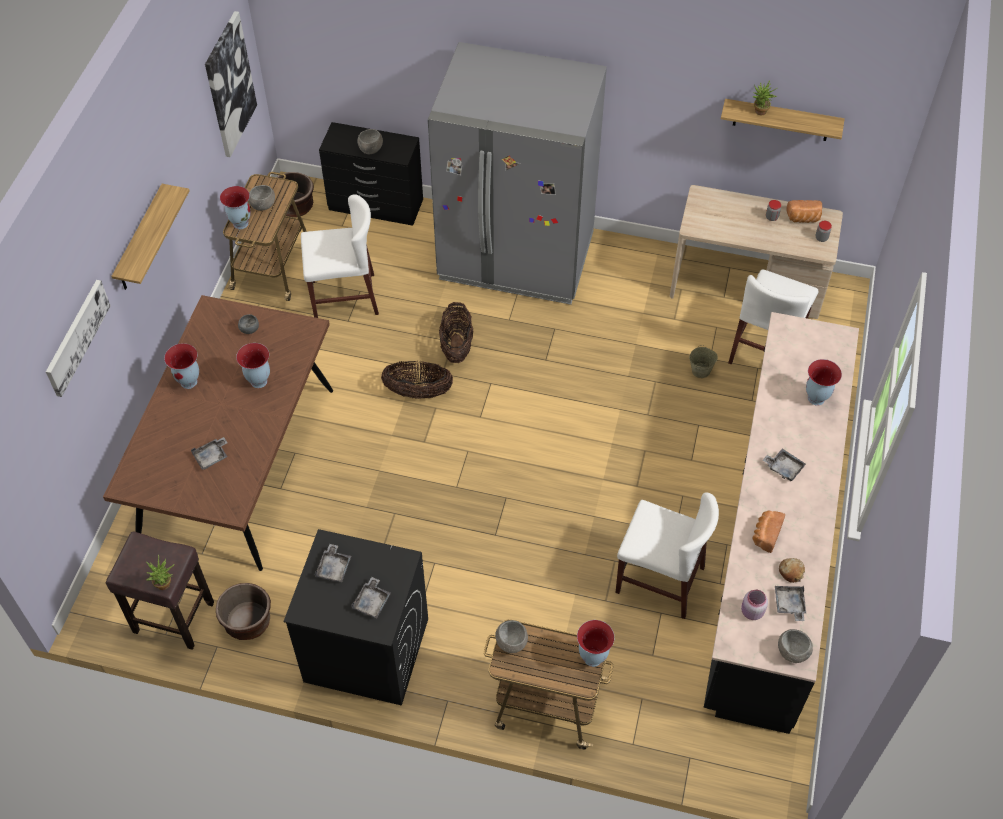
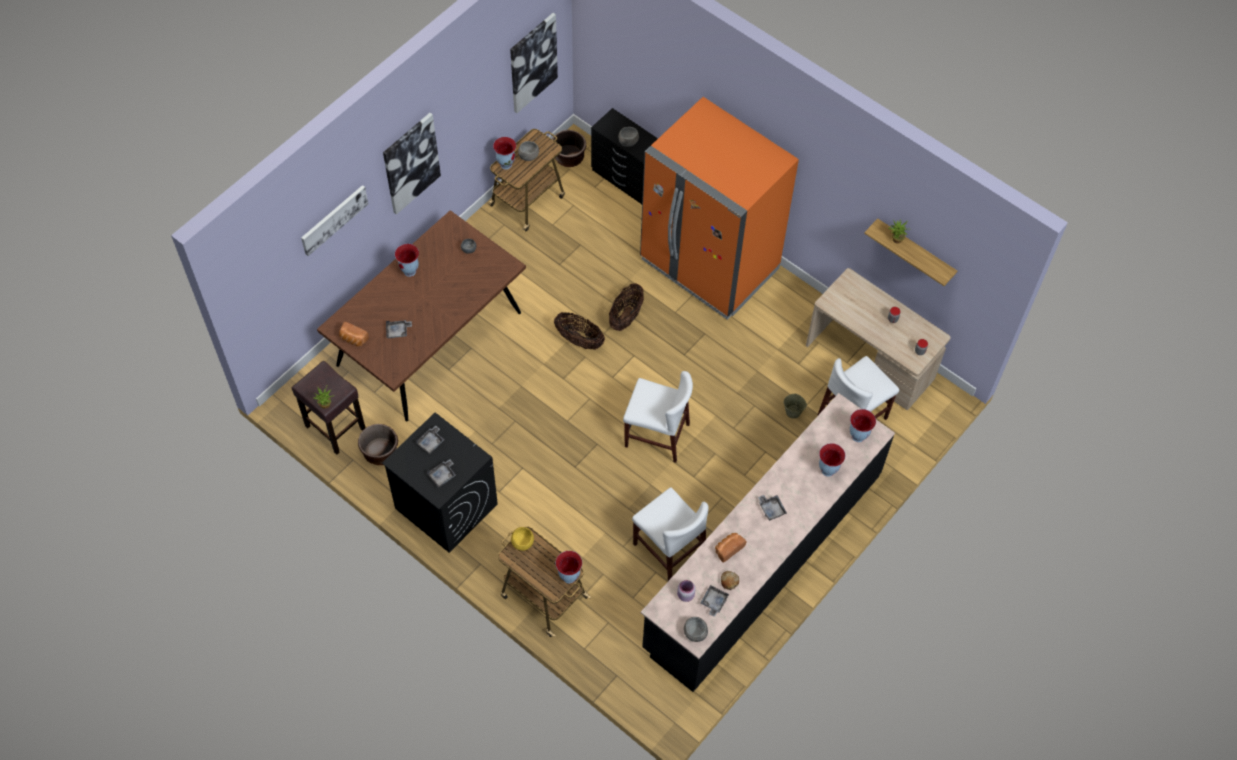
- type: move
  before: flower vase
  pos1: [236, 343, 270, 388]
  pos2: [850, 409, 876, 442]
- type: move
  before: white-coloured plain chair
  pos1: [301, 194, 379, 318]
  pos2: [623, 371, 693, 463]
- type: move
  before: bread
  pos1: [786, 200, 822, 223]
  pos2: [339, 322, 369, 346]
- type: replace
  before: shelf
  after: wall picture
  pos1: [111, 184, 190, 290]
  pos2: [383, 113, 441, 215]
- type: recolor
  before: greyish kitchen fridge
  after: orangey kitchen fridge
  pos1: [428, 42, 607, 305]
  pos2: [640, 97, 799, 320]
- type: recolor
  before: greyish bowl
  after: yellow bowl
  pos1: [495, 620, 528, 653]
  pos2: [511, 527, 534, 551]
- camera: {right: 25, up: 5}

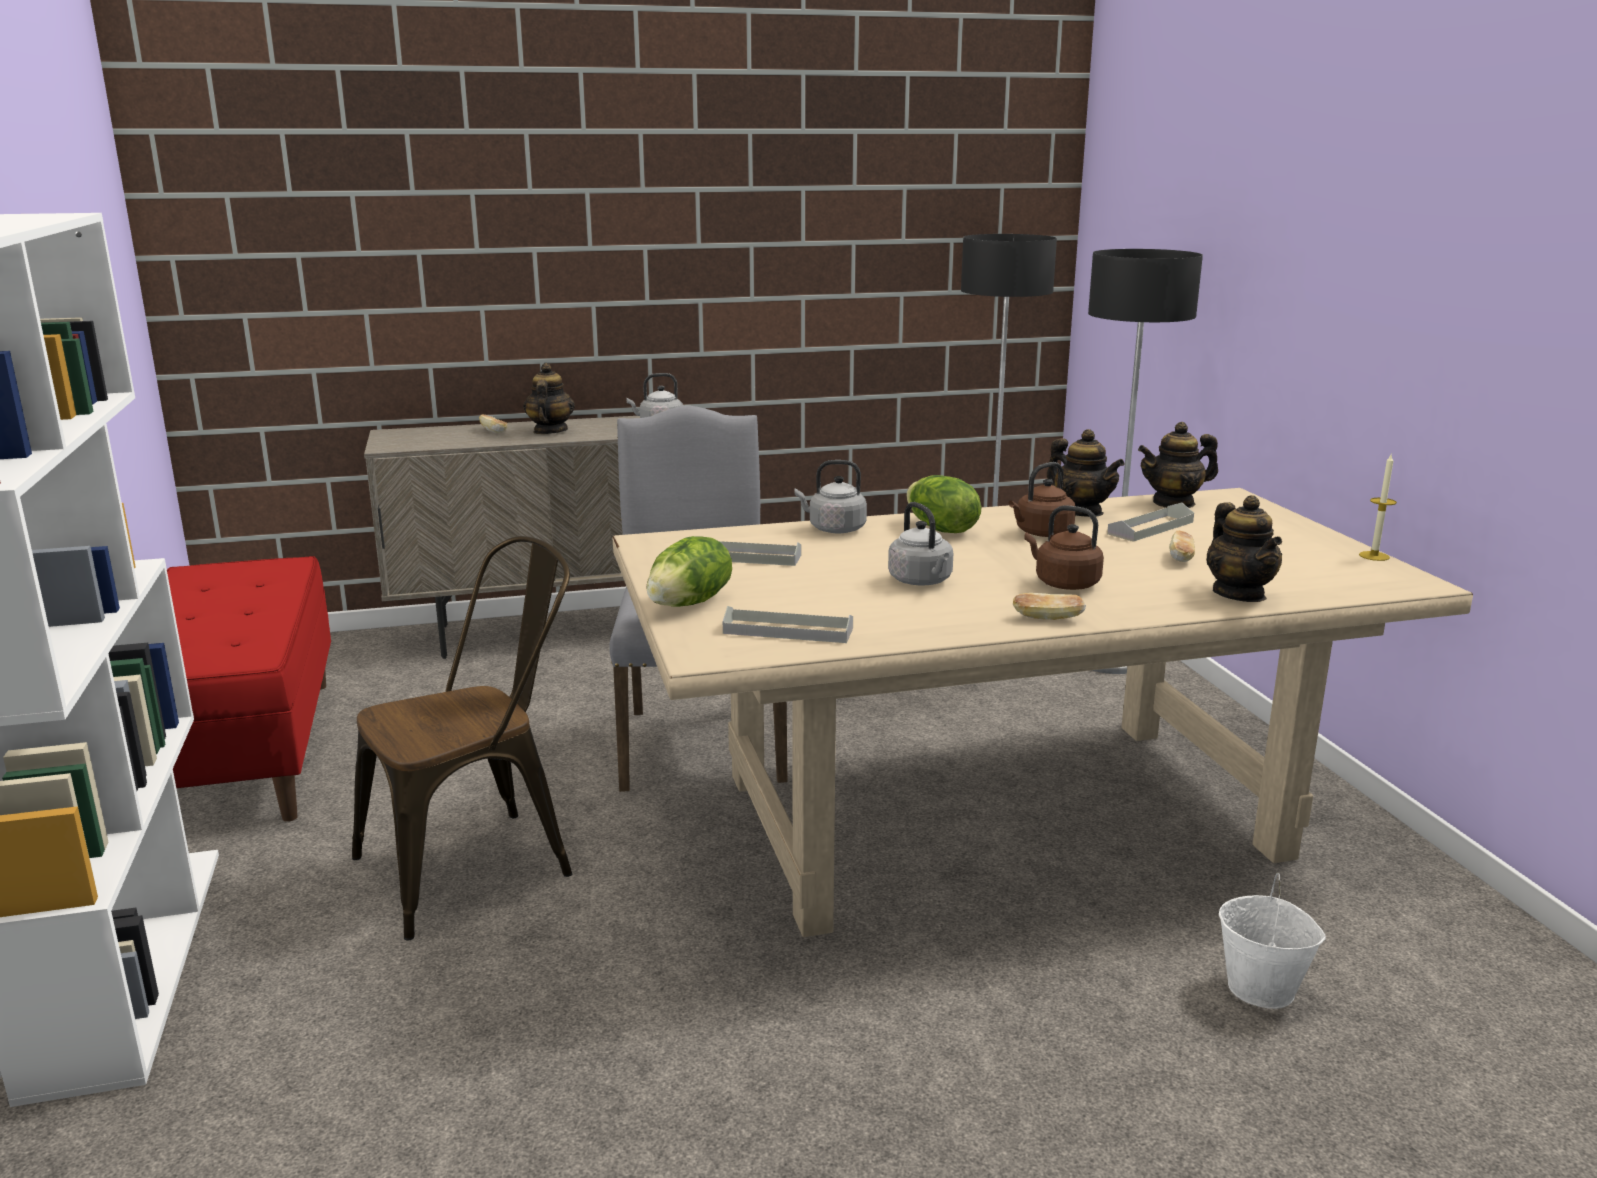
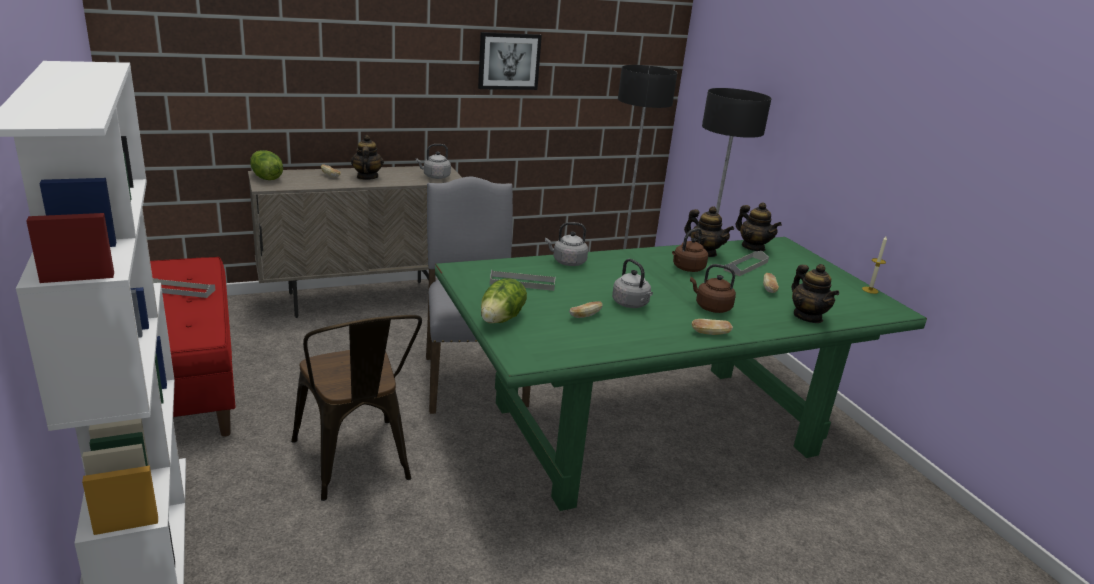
- type: delete
  before: white-coloured pail
  pos1: [1219, 873, 1326, 1009]
- type: insert
  after: wall picture
  pos2: [478, 32, 542, 90]
- type: insert
  after: bread
  pos2: [569, 301, 603, 318]
- type: move
  before: greyish tray
  pos1: [723, 606, 853, 643]
  pos2: [153, 278, 215, 298]
- type: move
  before: head of lettuce
  pos1: [906, 475, 981, 533]
  pos2: [250, 150, 283, 180]
- type: recolor
  before: beige-coloured kitchen table
  after: greenish kitchen table
  pos1: [613, 488, 1473, 937]
  pos2: [435, 237, 927, 511]
- type: rotate
  before: brown-coloured plain chair
  pos1: [352, 536, 572, 941]
  pos2: [291, 315, 422, 501]
  turn: 105
- type: rotate
  before: tea pot
  pos1: [1138, 422, 1218, 508]
  pos2: [736, 202, 782, 251]
  turn: -105
- camera: {right: -10, up: 5}

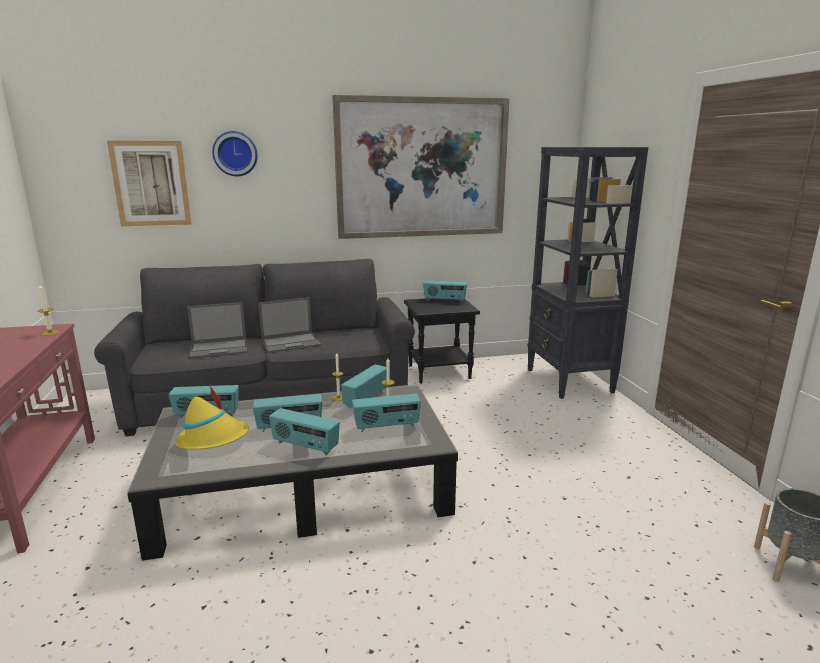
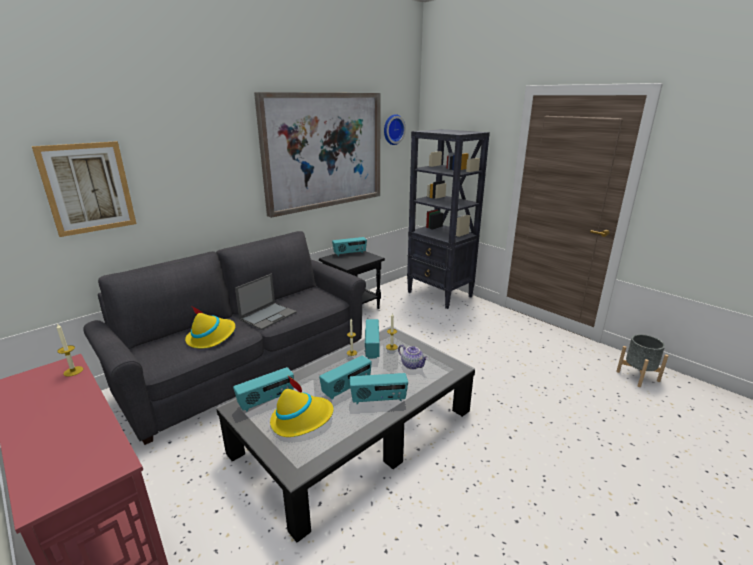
- type: move
  before: wall clock
  pos1: [212, 131, 258, 176]
  pos2: [384, 114, 406, 145]
- type: replace
  before: notebook computer
  after: yellow wearable hat
  pos1: [187, 302, 247, 358]
  pos2: [185, 306, 236, 348]
- type: replace
  before: radio
  after: tea pot
  pos1: [352, 394, 421, 432]
  pos2: [398, 345, 428, 370]
- camera: {right: -30, up: 5}

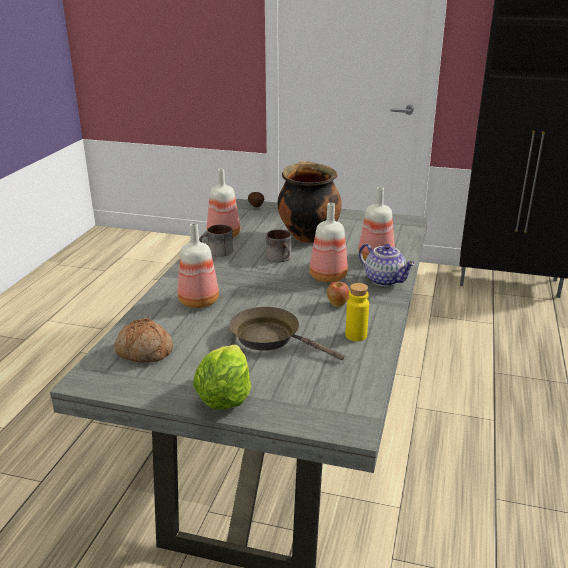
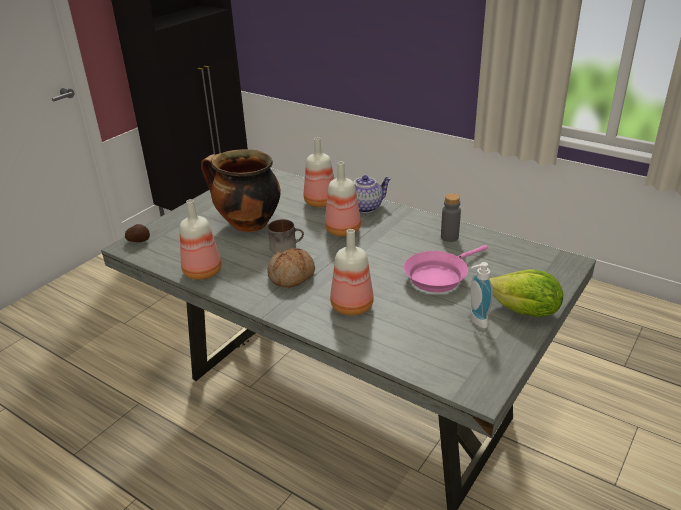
- type: delete
  before: coffee mug
  pos1: [199, 225, 233, 257]
- type: delete
  before: apple
  pos1: [327, 282, 350, 307]
- type: insert
  after: liquid soap bottle
  pos2: [469, 262, 493, 328]
- type: move
  before: bread
  pos1: [114, 318, 173, 363]
  pos2: [267, 248, 315, 288]
- type: recolor
  before: brown-coloured pan
  after: pink pan
  pos1: [230, 307, 345, 360]
  pos2: [404, 245, 488, 292]
- type: recolor
  before: yellow drink bottle
  after: greyish drink bottle
  pos1: [346, 283, 369, 341]
  pos2: [441, 193, 461, 242]
- camera: {right: -70, up: 5}

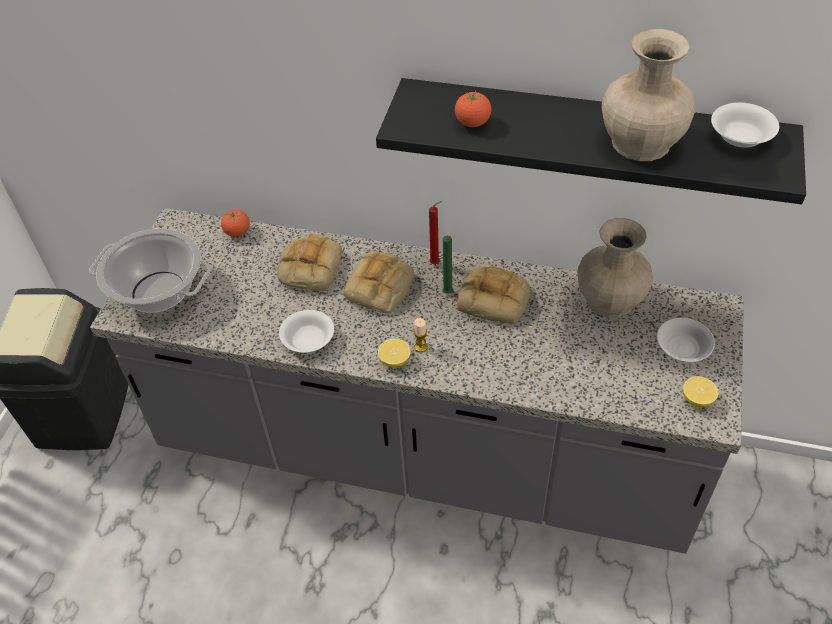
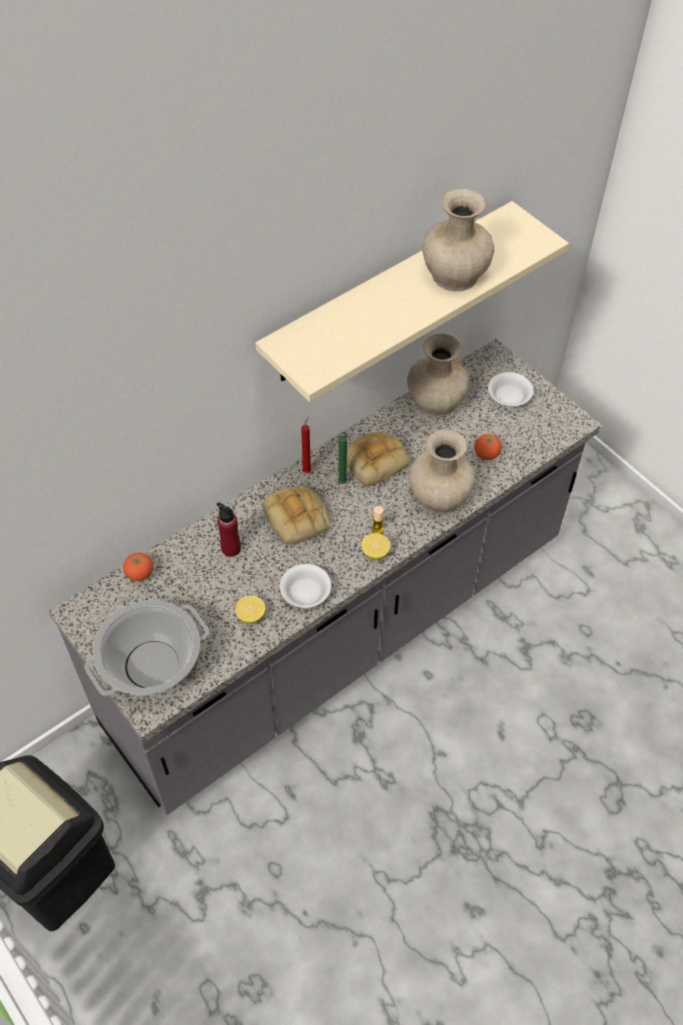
- type: delete
  before: white-coloured bowl
  pos1: [711, 103, 779, 148]
- type: insert
  after: beige-coloured flower vase
  pos2: [409, 429, 475, 515]
- type: move
  before: whole tomato
  pos1: [455, 91, 491, 127]
  pos2: [474, 434, 502, 460]
- type: move
  before: whole lemon
  pos1: [683, 376, 719, 407]
  pos2: [235, 596, 265, 624]
- type: replace
  before: bread
  after: red-coloured drink bottle
  pos1: [277, 234, 342, 291]
  pos2: [217, 502, 241, 557]
- type: recolor
  before: black shelf
  after: beige-coloured shelf
  pos1: [376, 78, 806, 204]
  pos2: [256, 201, 569, 402]
- camera: {right: -55, up: 5}

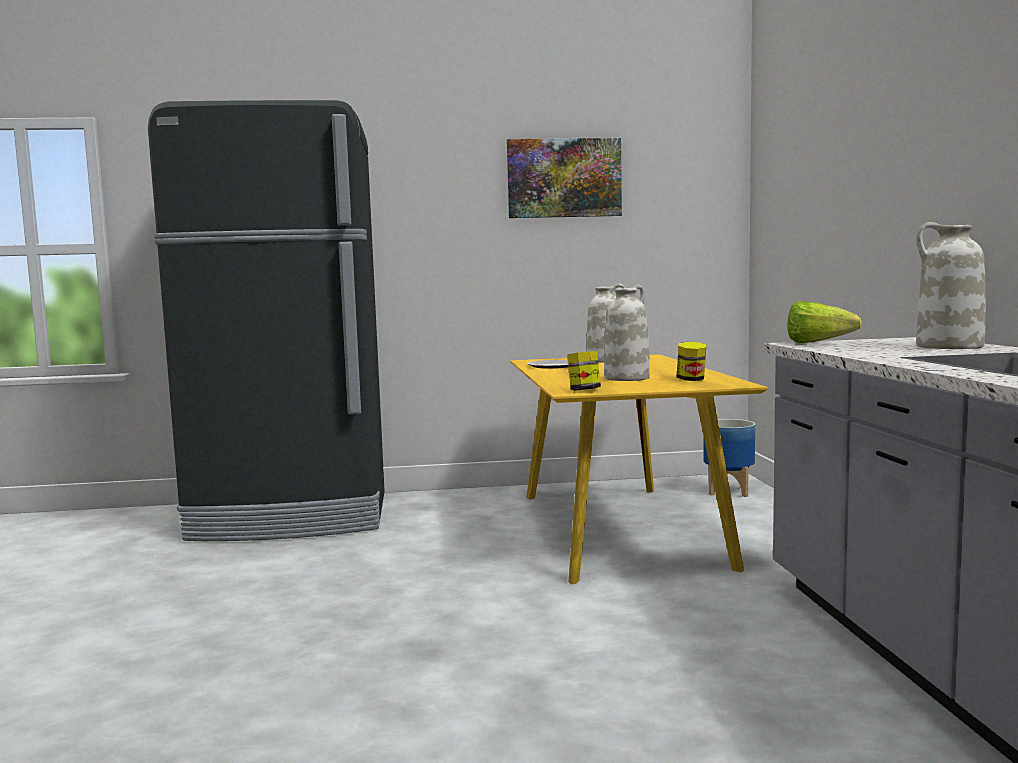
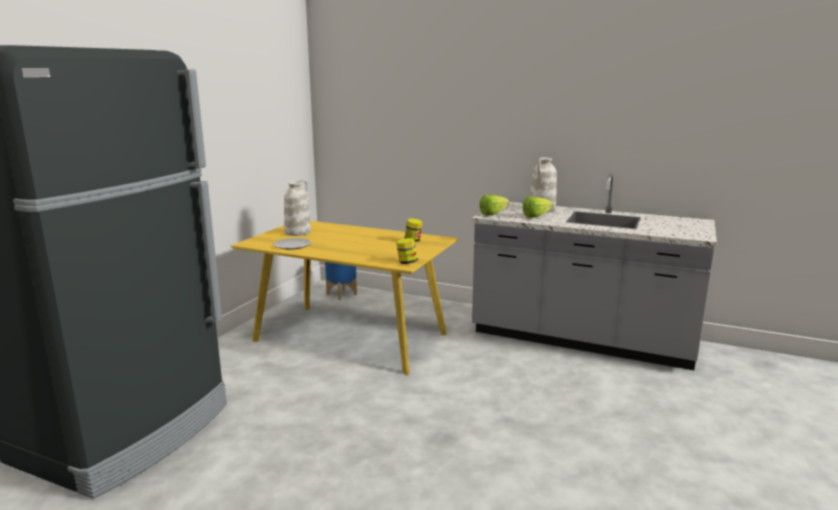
- type: delete
  before: wall picture
  pos1: [507, 138, 622, 218]
- type: delete
  before: white-coloured flower vase
  pos1: [604, 285, 650, 381]
- type: insert
  after: head of lettuce
  pos2: [522, 197, 553, 218]
- camera: {right: -60, up: 10}

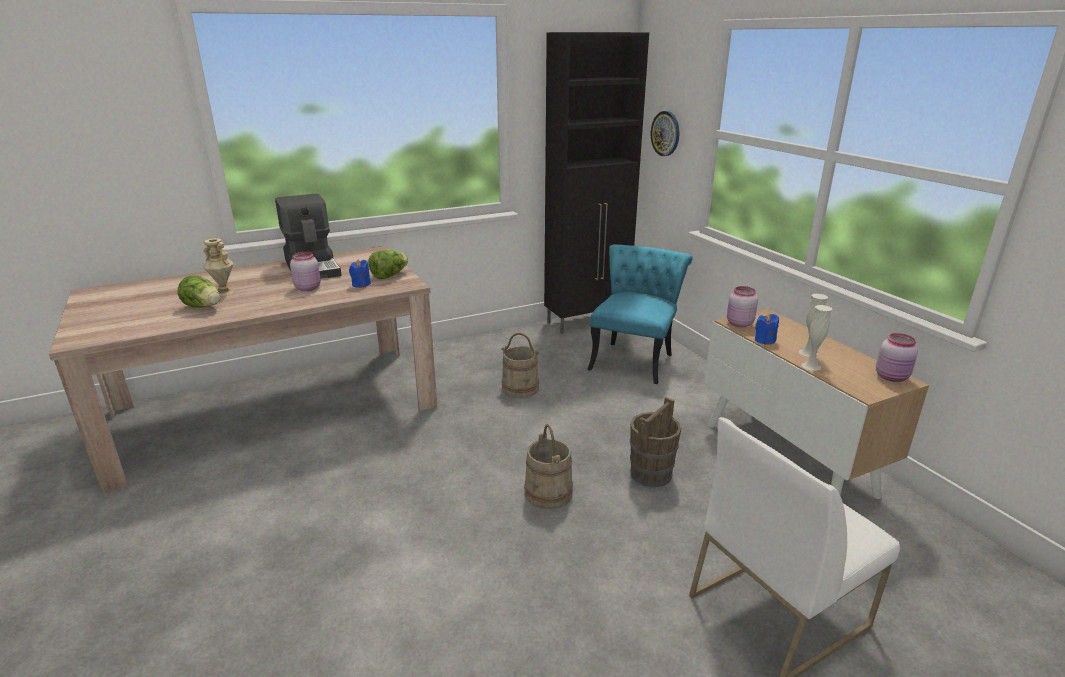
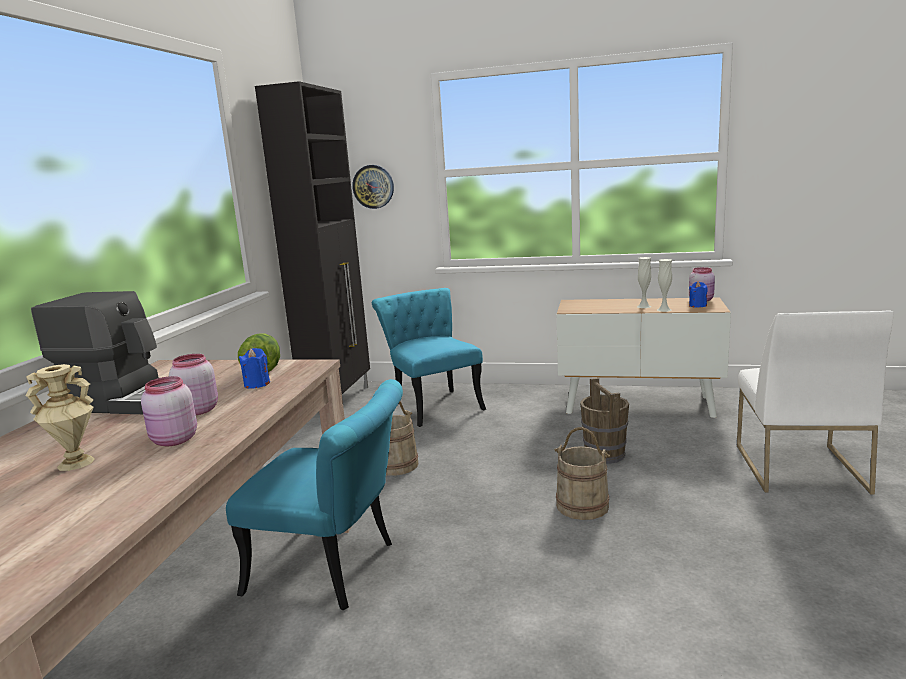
- type: delete
  before: head of lettuce
  pos1: [178, 275, 220, 307]
- type: insert
  after: turquoise plain chair
  pos2: [226, 379, 403, 611]
- type: move
  before: pink preserve jar
  pos1: [727, 286, 758, 327]
  pos2: [141, 376, 197, 446]
- type: move
  before: blue-coloured candle
  pos1: [755, 314, 779, 345]
  pos2: [689, 281, 708, 308]
- camera: {right: -50, up: -10}

